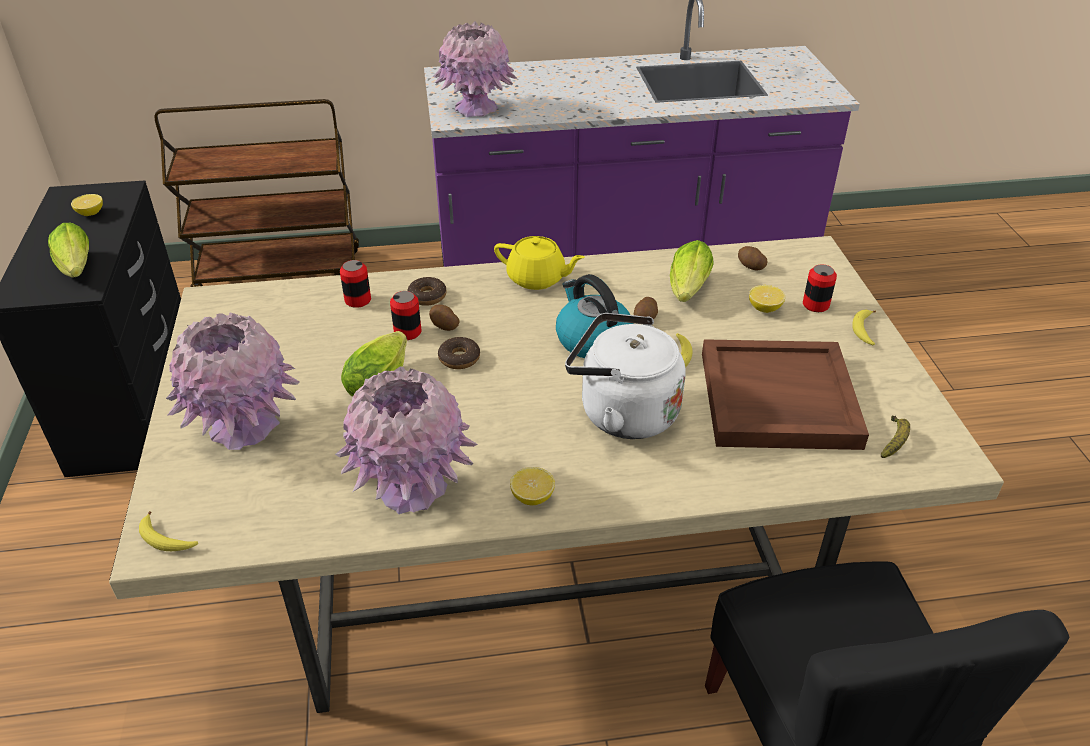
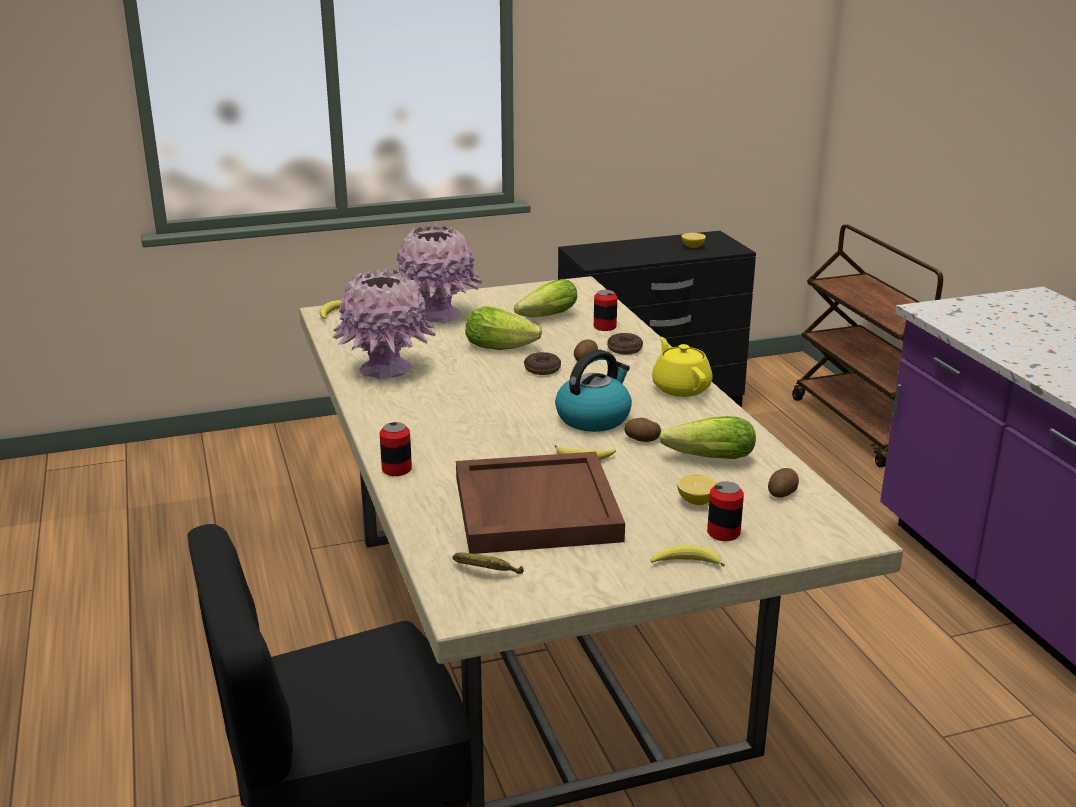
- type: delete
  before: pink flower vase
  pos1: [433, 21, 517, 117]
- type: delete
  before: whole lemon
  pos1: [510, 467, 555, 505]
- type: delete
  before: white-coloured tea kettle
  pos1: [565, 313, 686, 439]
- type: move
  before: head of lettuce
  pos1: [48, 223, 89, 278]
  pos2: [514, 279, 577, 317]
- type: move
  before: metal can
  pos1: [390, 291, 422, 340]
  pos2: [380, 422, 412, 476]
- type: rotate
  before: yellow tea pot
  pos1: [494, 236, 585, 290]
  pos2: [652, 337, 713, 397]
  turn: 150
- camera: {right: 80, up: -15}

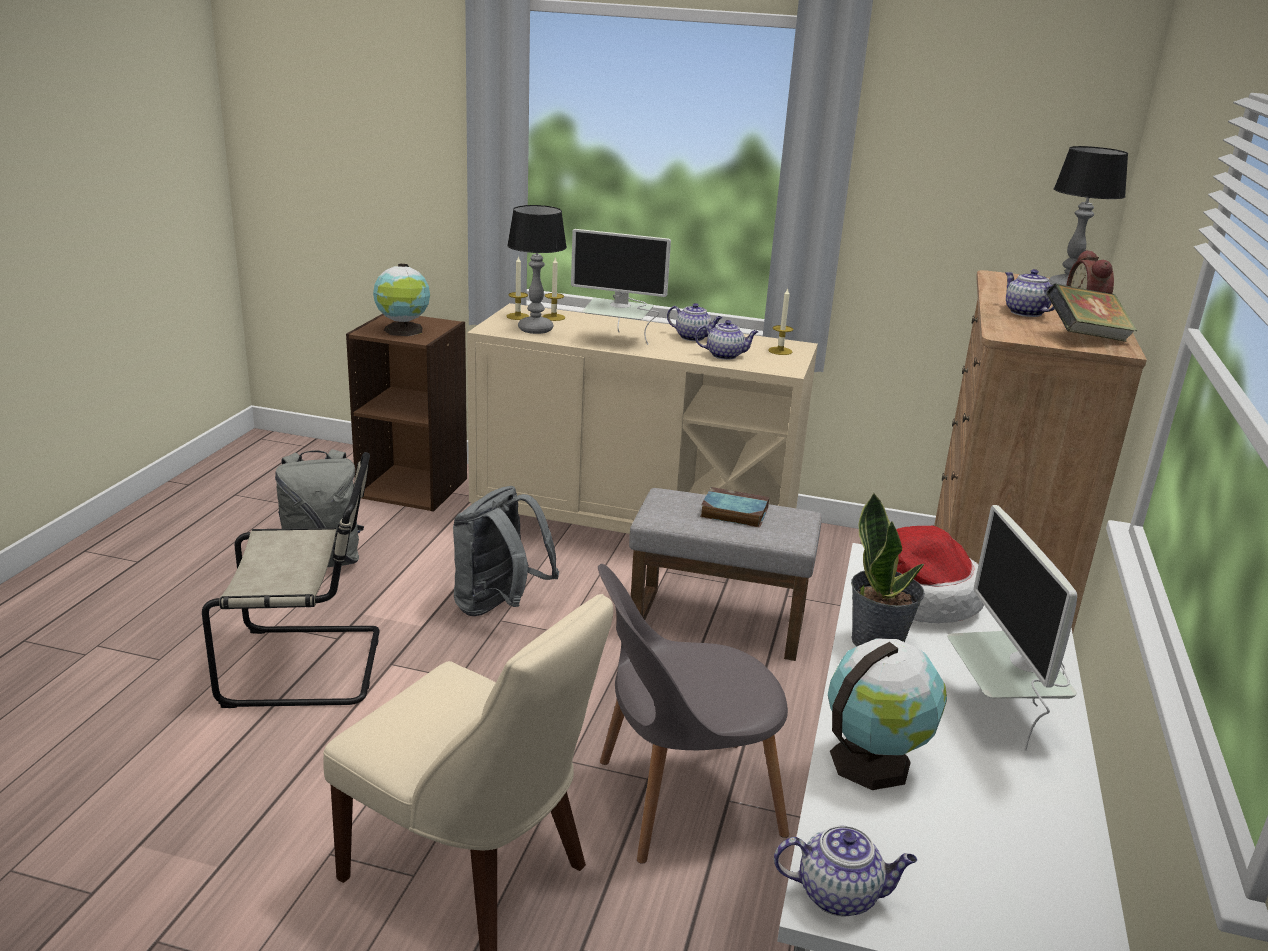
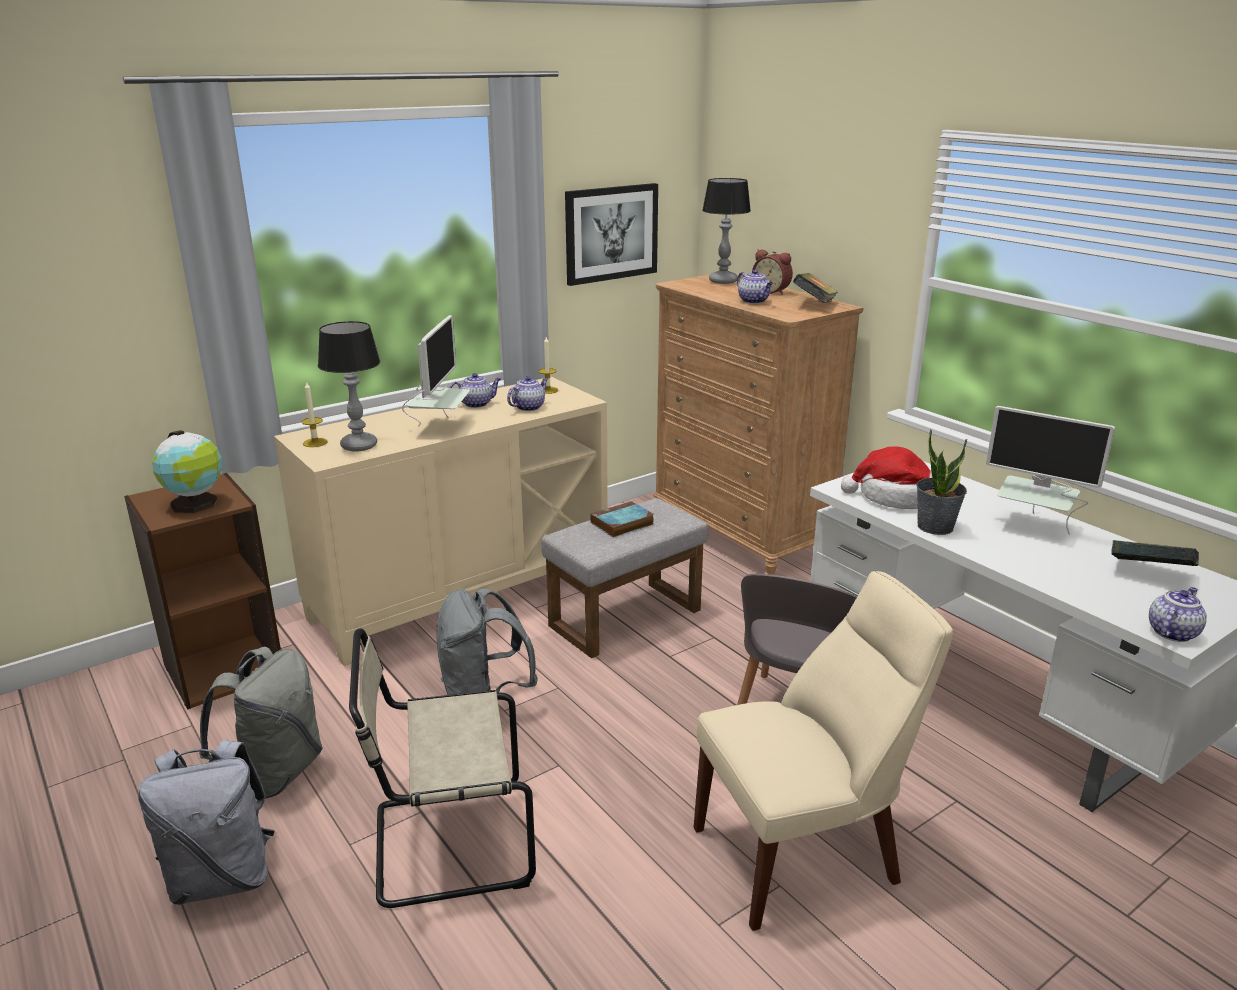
- type: delete
  before: candle
  pos1: [543, 258, 565, 321]
- type: delete
  before: world globe
  pos1: [828, 638, 947, 790]
- type: insert
  after: greyish backpack
  pos2: [138, 739, 275, 905]
- type: insert
  after: wall picture
  pos2: [565, 183, 658, 286]
- type: insert
  after: bound book
  pos2: [1111, 540, 1199, 566]
- type: rotate
  before: beige-coloured plain chair
  pos1: [202, 452, 380, 708]
  pos2: [349, 628, 536, 908]
  turn: -135
- type: rotate
  before: computer display
  pos1: [571, 229, 671, 345]
  pos2: [402, 315, 470, 427]
  turn: -45
- type: rotate
  before: tea pot
  pos1: [1005, 269, 1055, 317]
  pos2: [737, 270, 773, 304]
  turn: -135
- camera: {right: -50, up: 0}

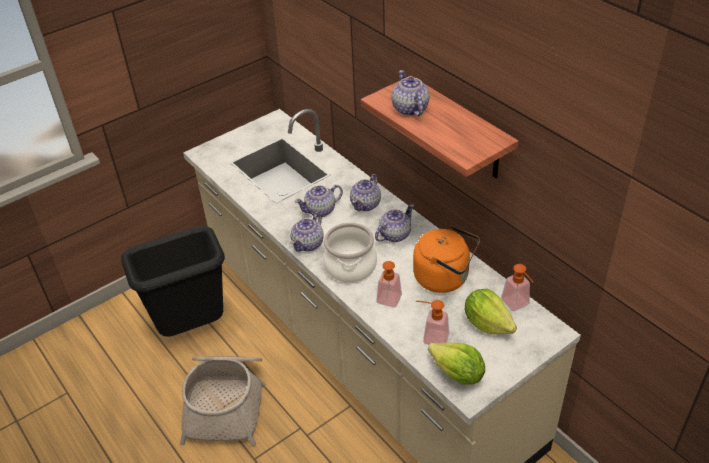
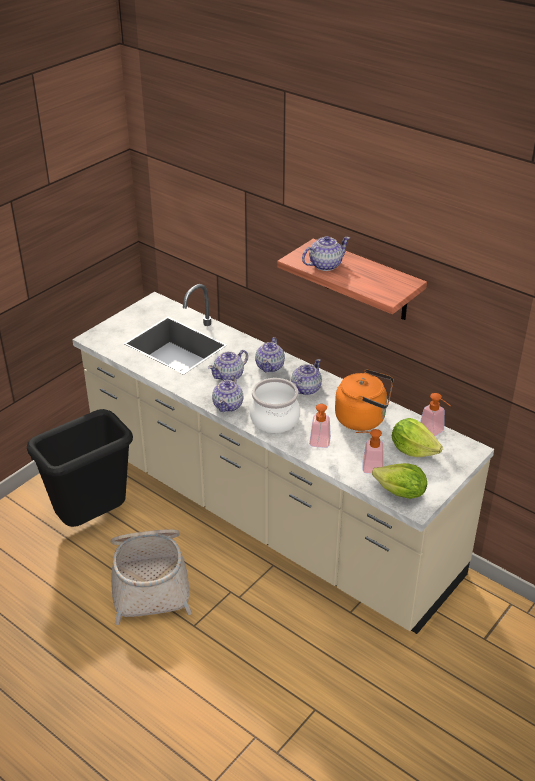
- type: rotate
  before: tea pot
  pos1: [392, 70, 430, 116]
  pos2: [302, 236, 350, 271]
  turn: 90
- camera: {right: -15, up: -5}

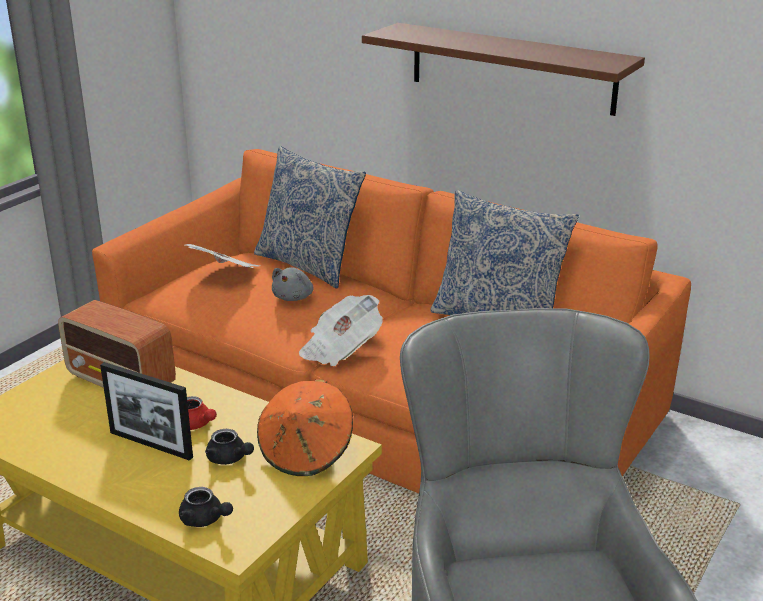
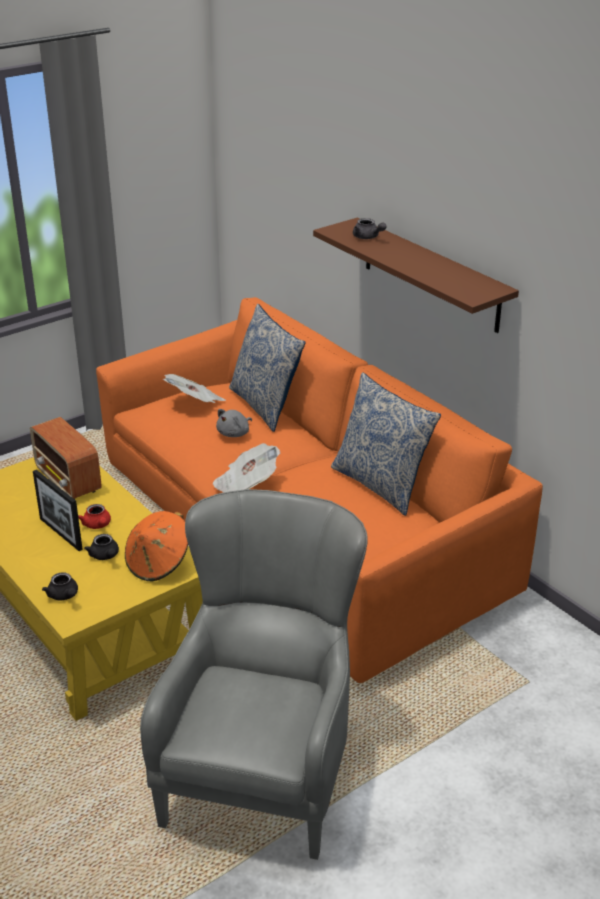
- type: insert
  after: greyish tea pot
  pos2: [353, 218, 387, 239]
- camera: {right: 20, up: 5}

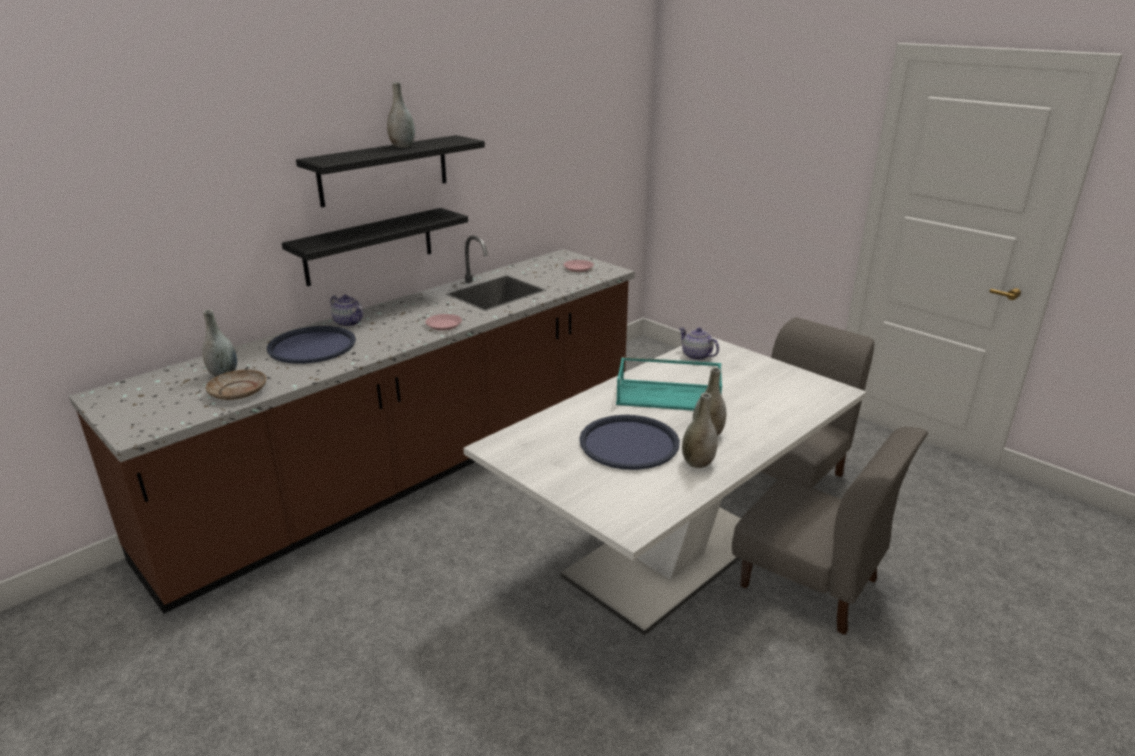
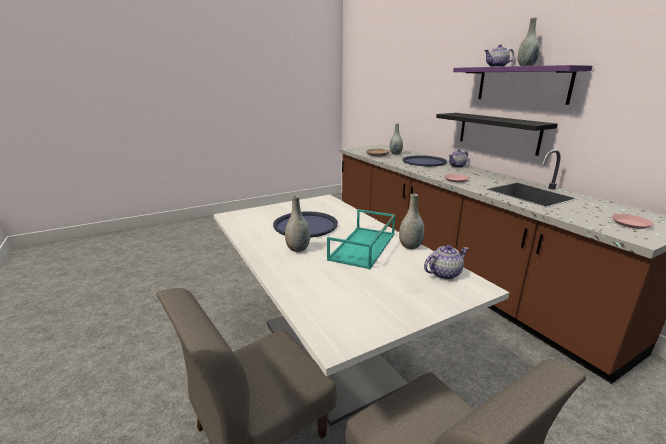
- type: insert
  after: tea pot
  pos2: [484, 44, 514, 67]
- type: move
  before: greyish flower vase
  pos1: [682, 393, 718, 468]
  pos2: [399, 194, 424, 249]
- type: recolor
  before: black shelf
  after: purple-coloured shelf
  pos1: [296, 135, 485, 208]
  pos2: [453, 65, 593, 105]
- camera: {right: 105, up: -5}

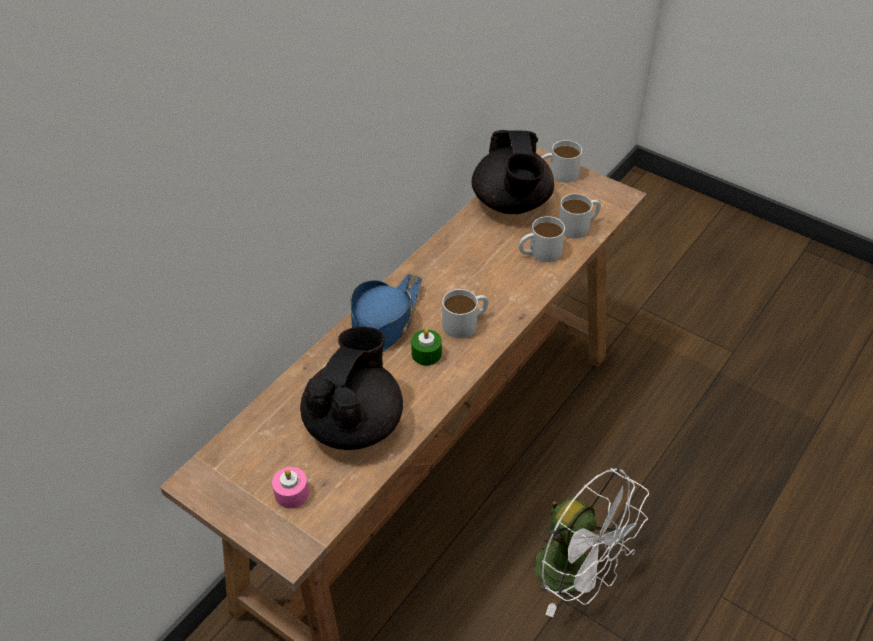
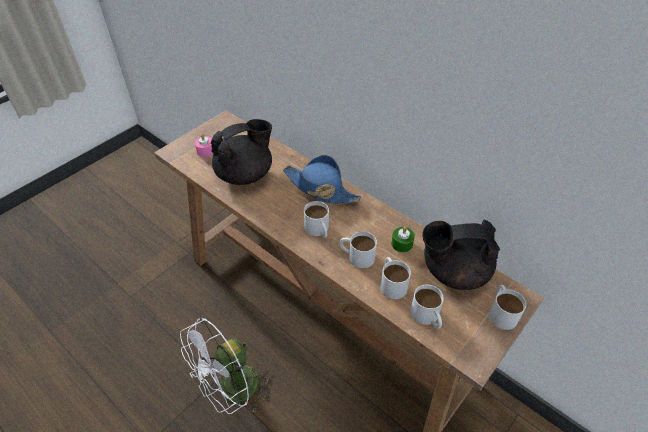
- type: insert
  after: white-coloured coffee mug
  pos2: [339, 231, 377, 268]
- type: move
  before: greenish candle
  pos1: [411, 329, 442, 366]
  pos2: [391, 227, 415, 253]
- type: rotate
  before: black tea pot
  pos1: [300, 326, 403, 450]
  pos2: [211, 119, 272, 185]
  turn: -60
- camera: {right: 95, up: 0}

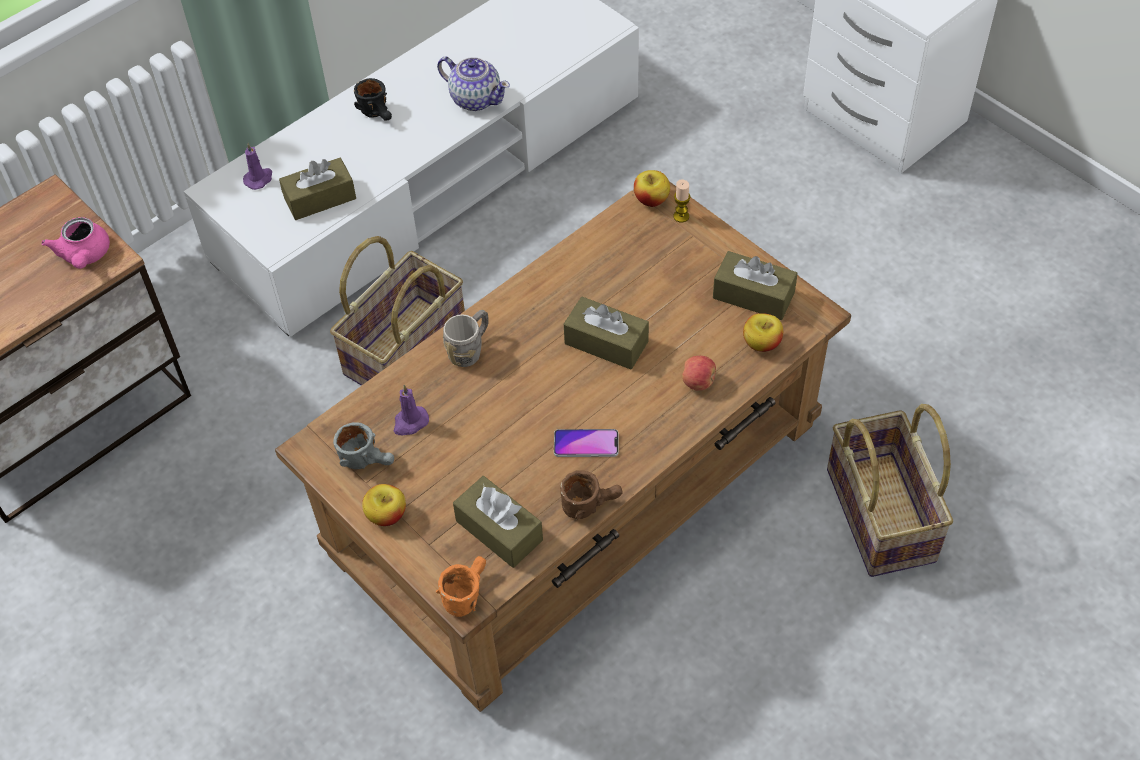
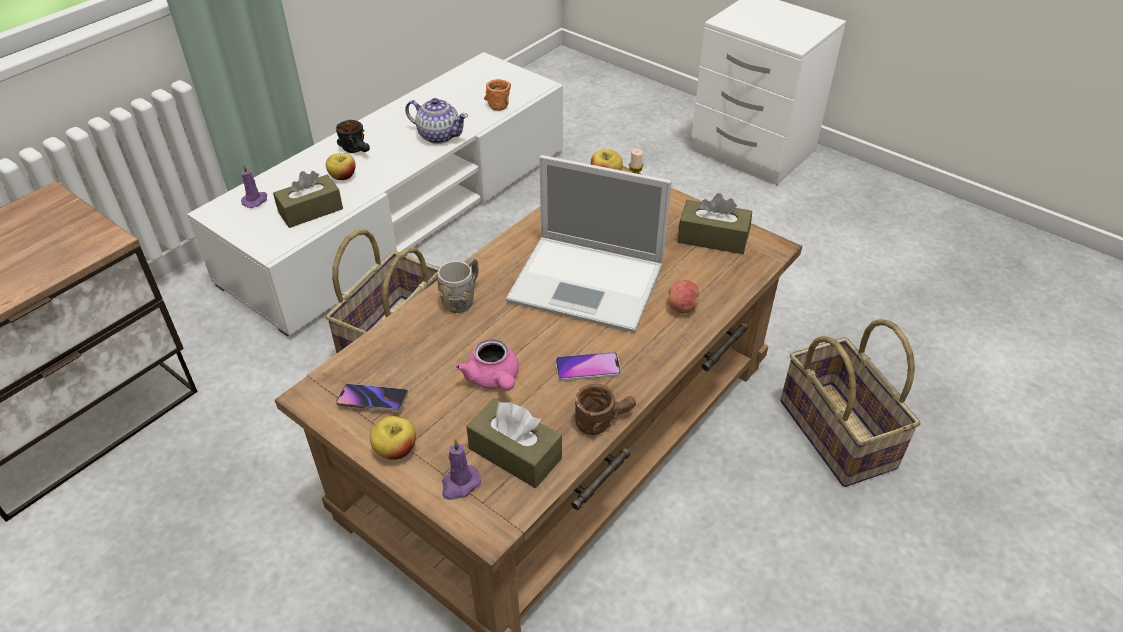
- type: move
  before: pink tea pot
  pos1: [41, 217, 110, 269]
  pos2: [456, 338, 519, 391]
- type: move
  before: purple-coloured candle
  pos1: [394, 385, 429, 435]
  pos2: [442, 439, 481, 500]
- type: move
  before: orangey coffee mug
  pos1: [436, 556, 486, 617]
  pos2: [484, 79, 511, 111]
- type: move
  before: apple
  pos1: [743, 313, 783, 352]
  pos2: [326, 153, 356, 180]
- type: replace
  before: greyish coffee mug
  after: handset
  pos1: [333, 422, 394, 469]
  pos2: [336, 384, 408, 412]
- type: replace
  before: brown-coloured tissue box
  after: notebook computer
  pos1: [564, 297, 649, 370]
  pos2: [506, 155, 672, 333]
- camera: {right: -10, up: -10}

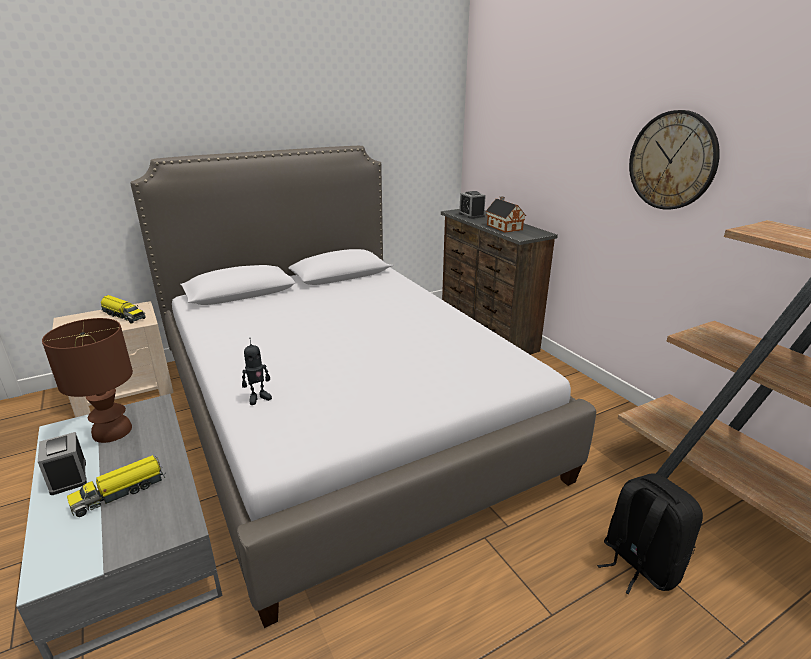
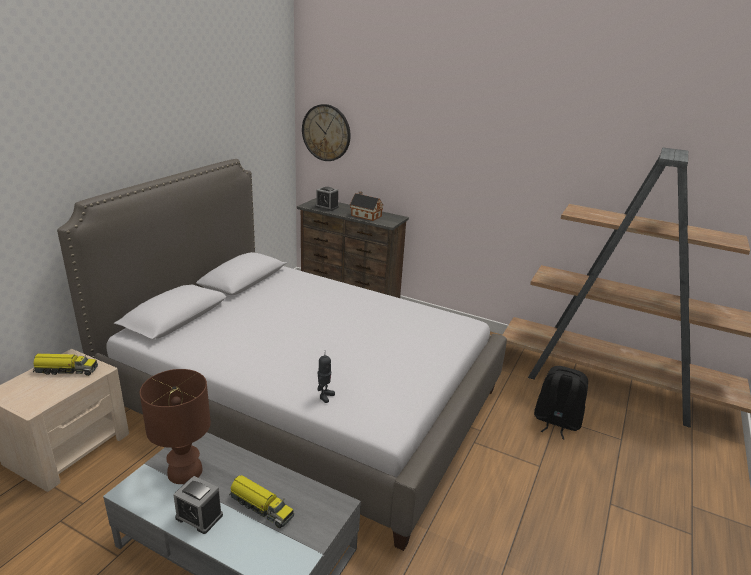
- type: move
  before: wall clock
  pos1: [629, 110, 720, 210]
  pos2: [302, 104, 351, 161]
- type: rotate
  before: toy lorry
  pos1: [67, 455, 166, 517]
  pos2: [229, 475, 294, 528]
  turn: -75
- camera: {right: -35, up: 0}

